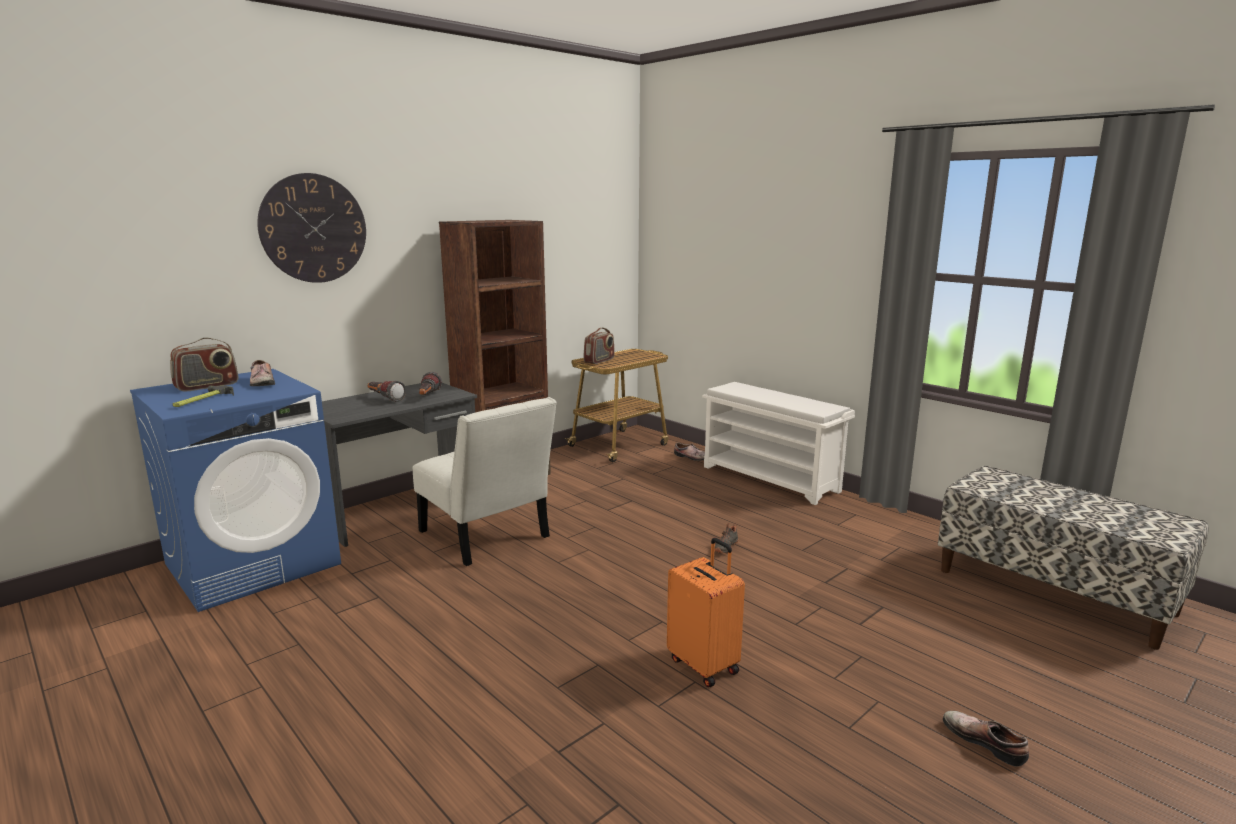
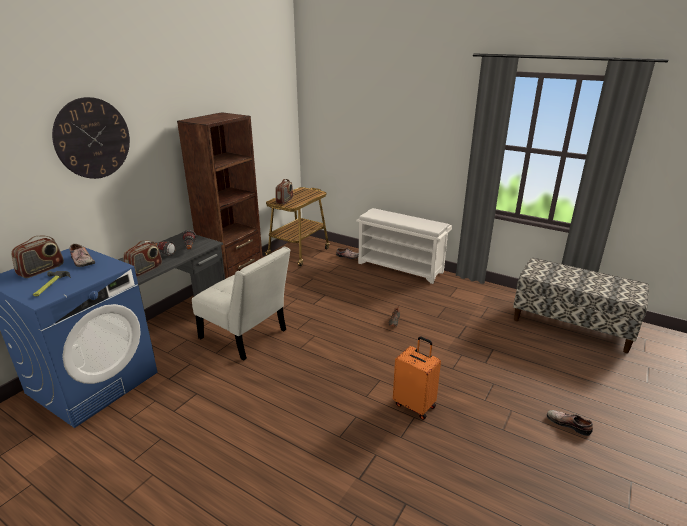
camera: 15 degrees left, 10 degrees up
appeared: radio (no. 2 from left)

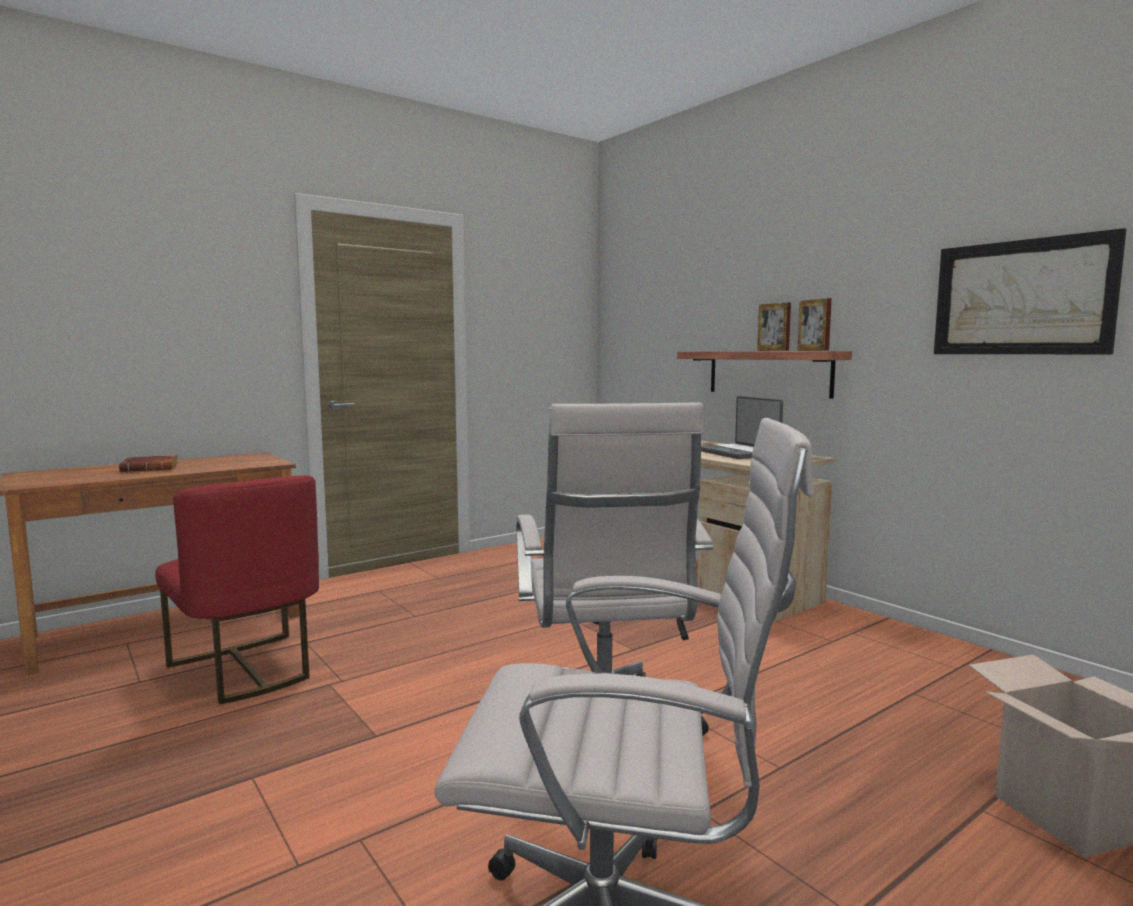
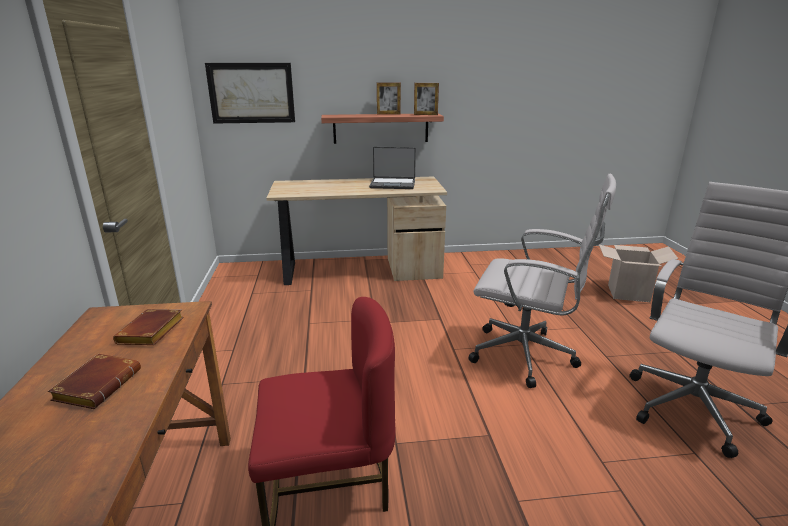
camera: 60 degrees left, 15 degrees up
appeared: książka [brązowy] (no. 2 from left)
relocated: obraz

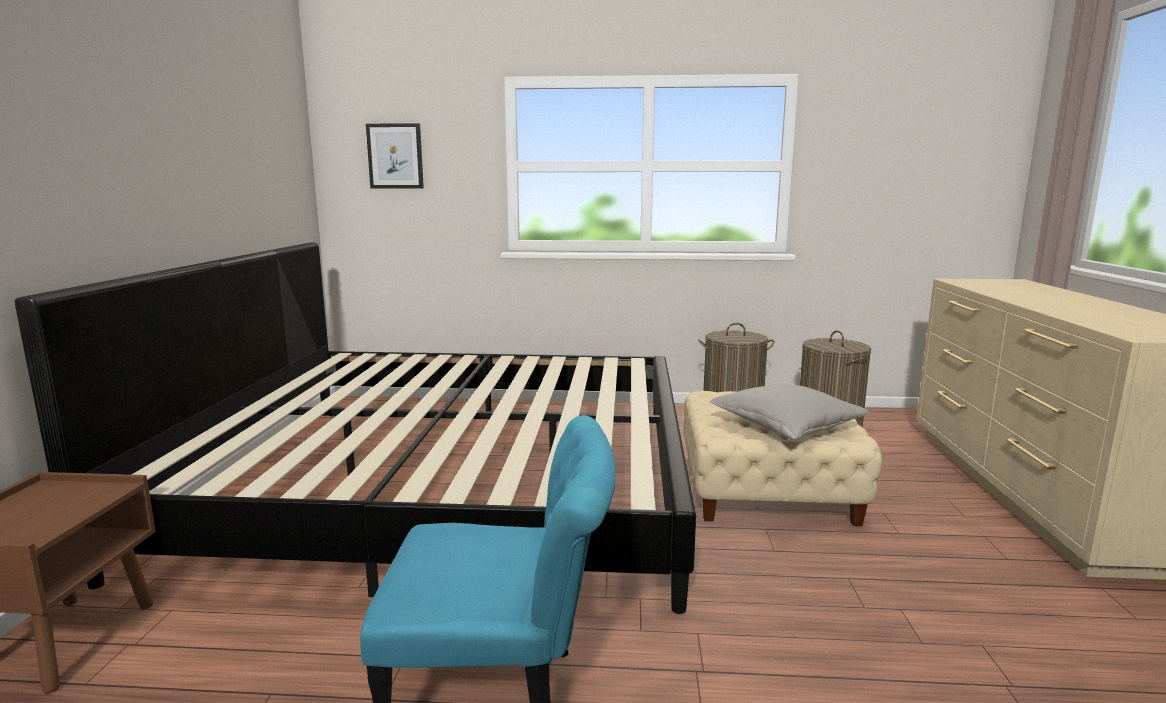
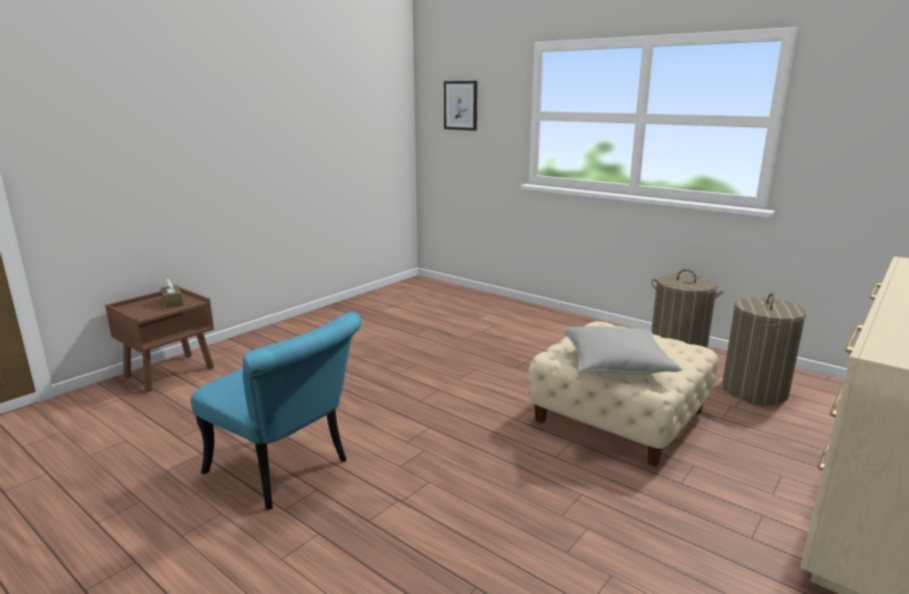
camera: 35 degrees right, 5 degrees up
missing: łóżko
appeared: pudełko chusteczek [brązowy]

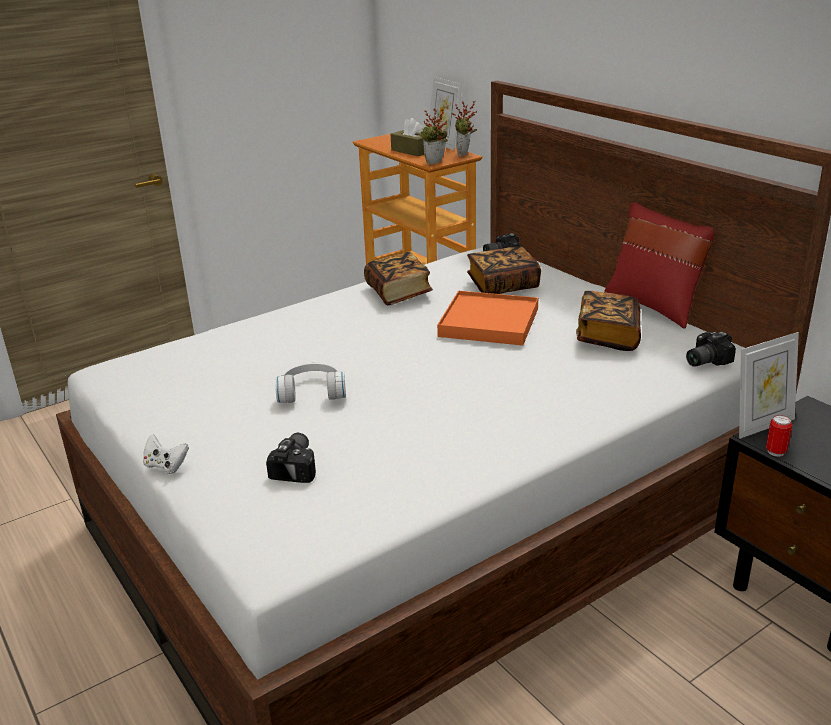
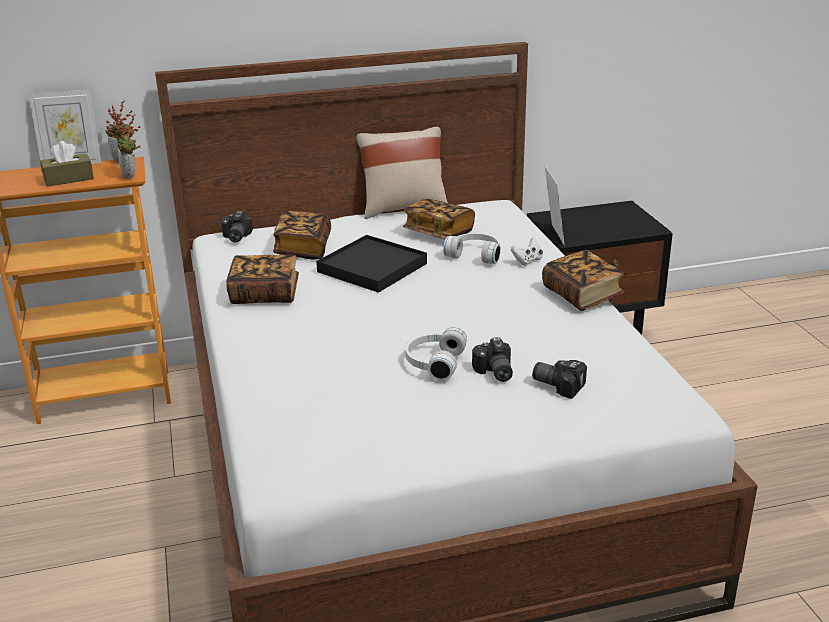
camera: 70 degrees left, 0 degrees up
missing: puszka
appeared: słuchawki [biały] (no. 2 from left); książka (no. 4 from left)
relocated: aparat fotograficzny (no. 3 from left in the first image) to aparat fotograficzny (no. 2 from left); pad do gier [biały]
colour: taca [pomarańczowy] to taca [czarny]; poduszka [czerwony] to poduszka [beżowy]

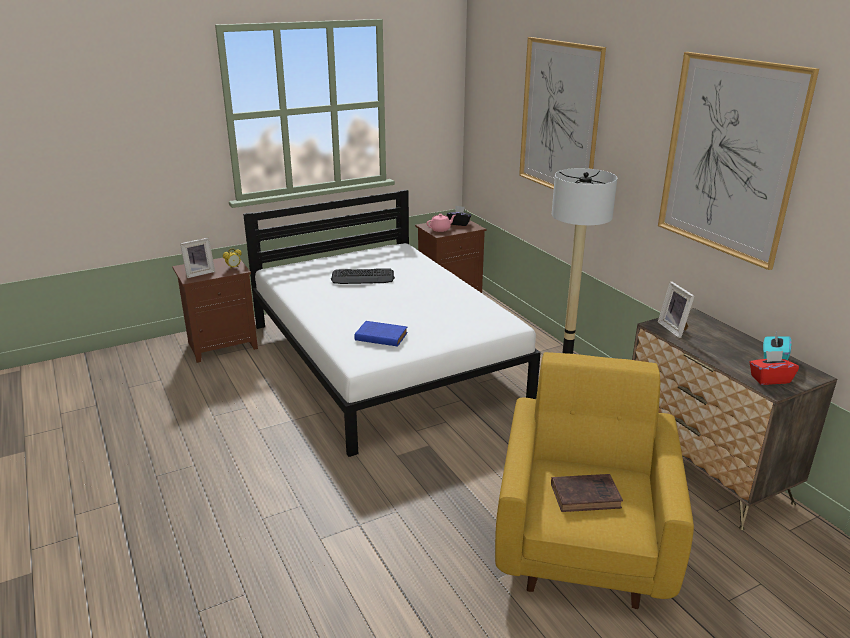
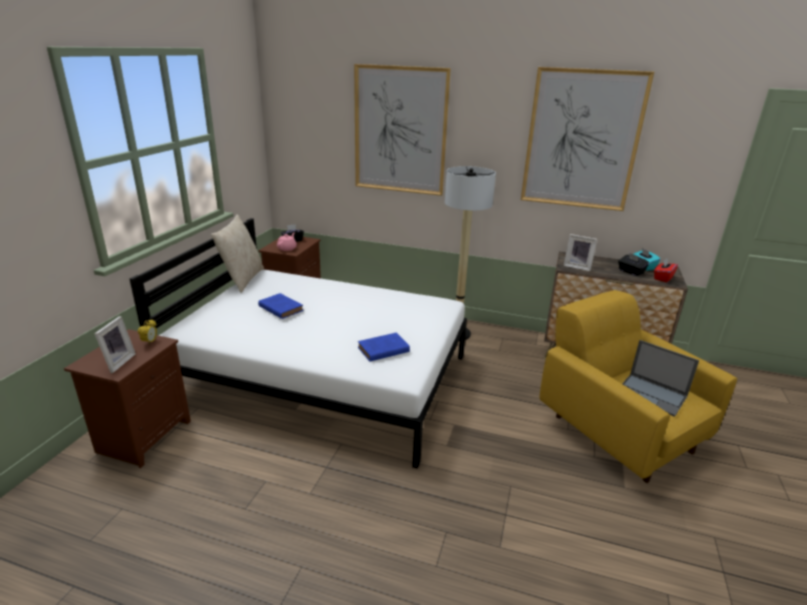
camera: 45 degrees left, 0 degrees up
appeared: poduszka [beżowy]; pudełko chusteczek [czarny] (no. 2 from left)
exchanged: klawiatura to książka [niebieski] (no. 1 from left); książka [brązowy] to laptop

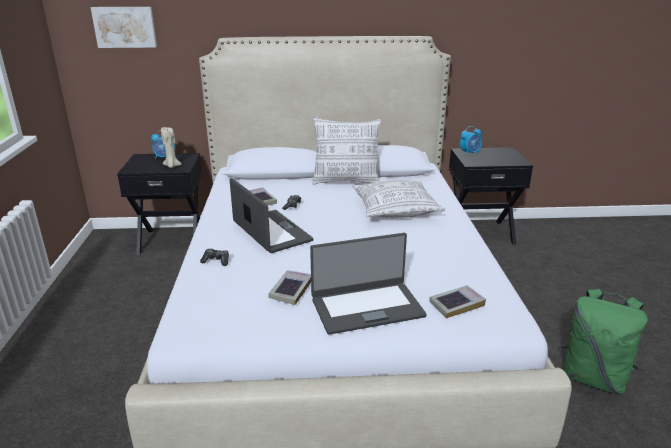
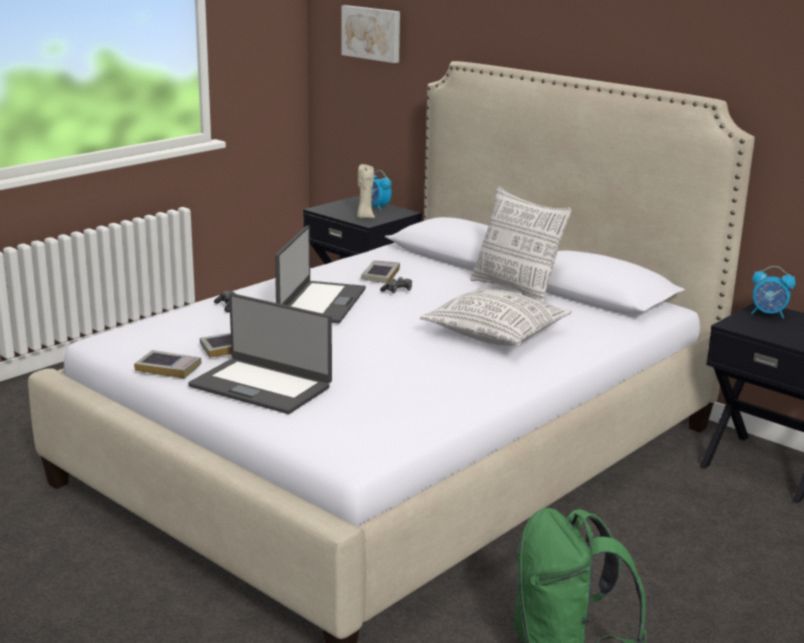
camera: 45 degrees right, 5 degrees down
relocated: książka (no. 3 from left in the first image) to książka (no. 1 from left)

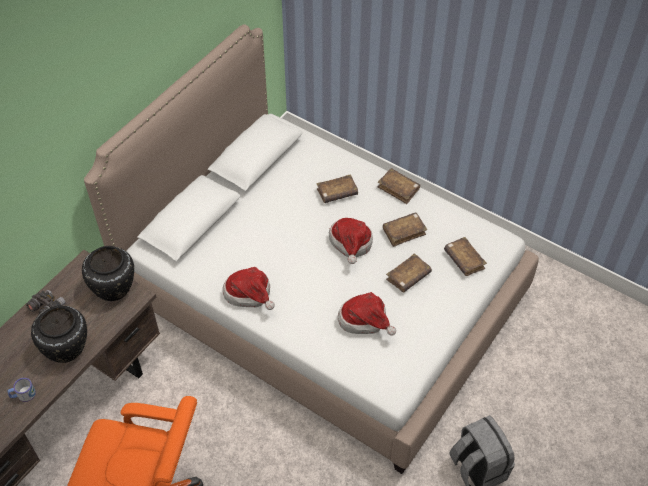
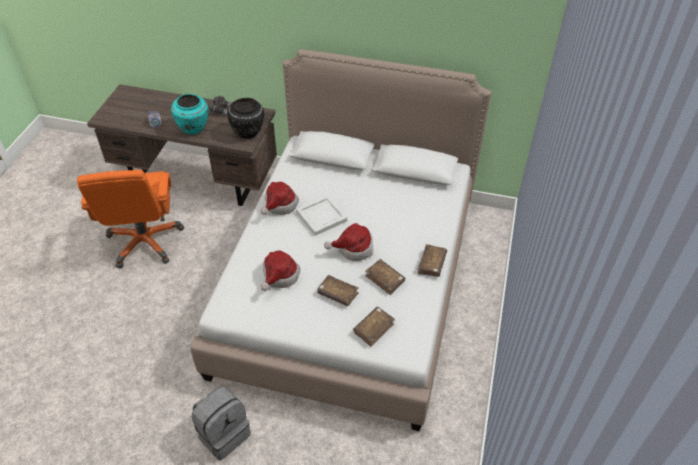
camera: 70 degrees right, 5 degrees down
missing: książka [brązowy] (no. 1 from left)
appeared: taca [biały]
colour: wazon [czarny] (no. 1 from left) to wazon [turkusowy]

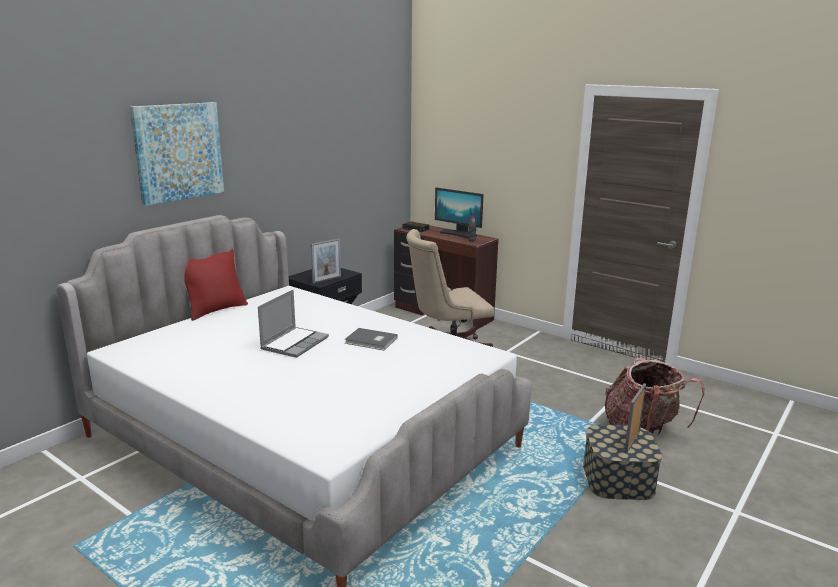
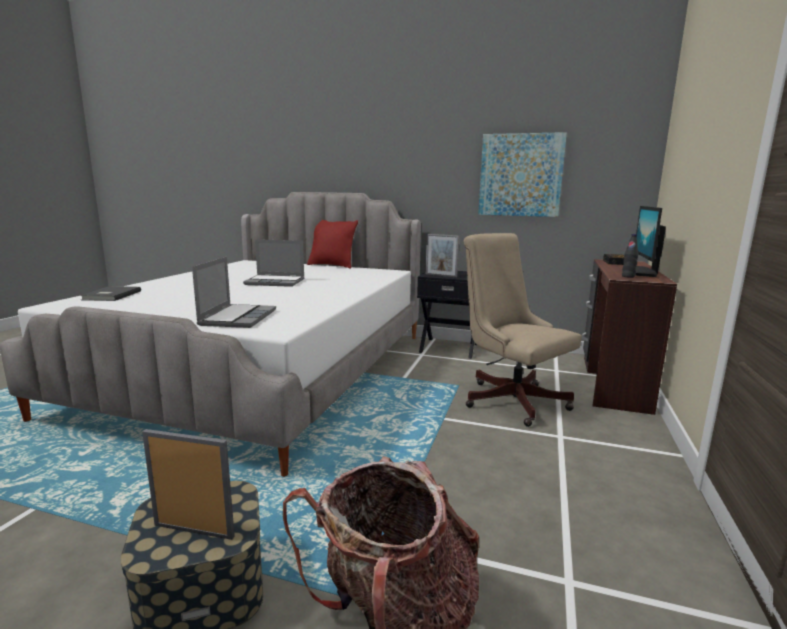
camera: 70 degrees right, 5 degrees down
appeared: laptop (no. 1 from left)
relocated: książka [szary]; obraz

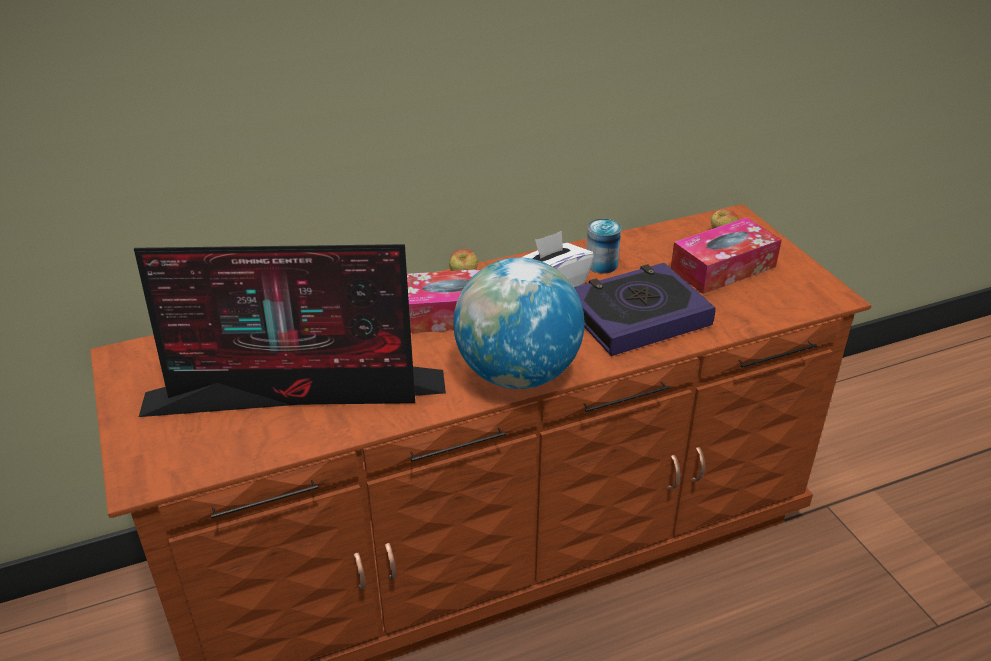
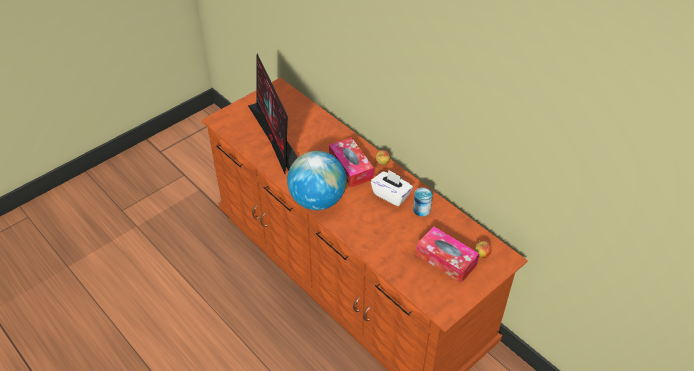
camera: 70 degrees right, 10 degrees up
missing: książka

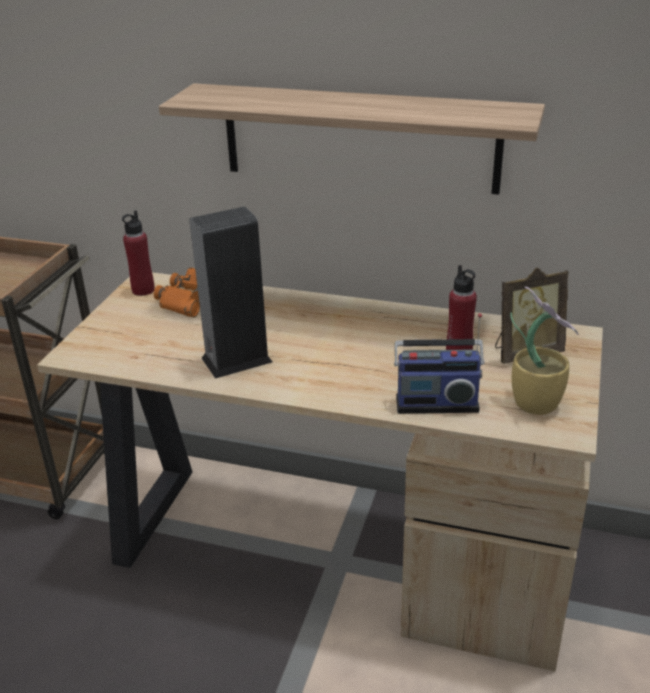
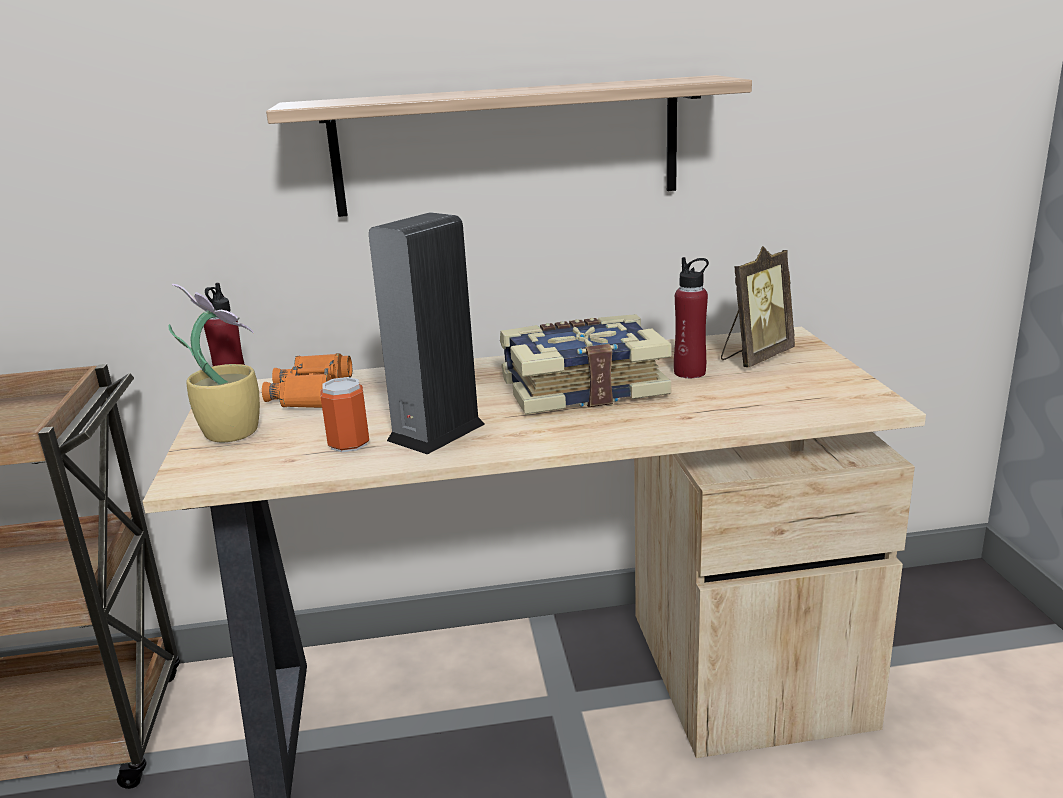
camera: 25 degrees left, 10 degrees down
missing: radio
appeared: puszka; książka
relocated: roślina doniczkowa

